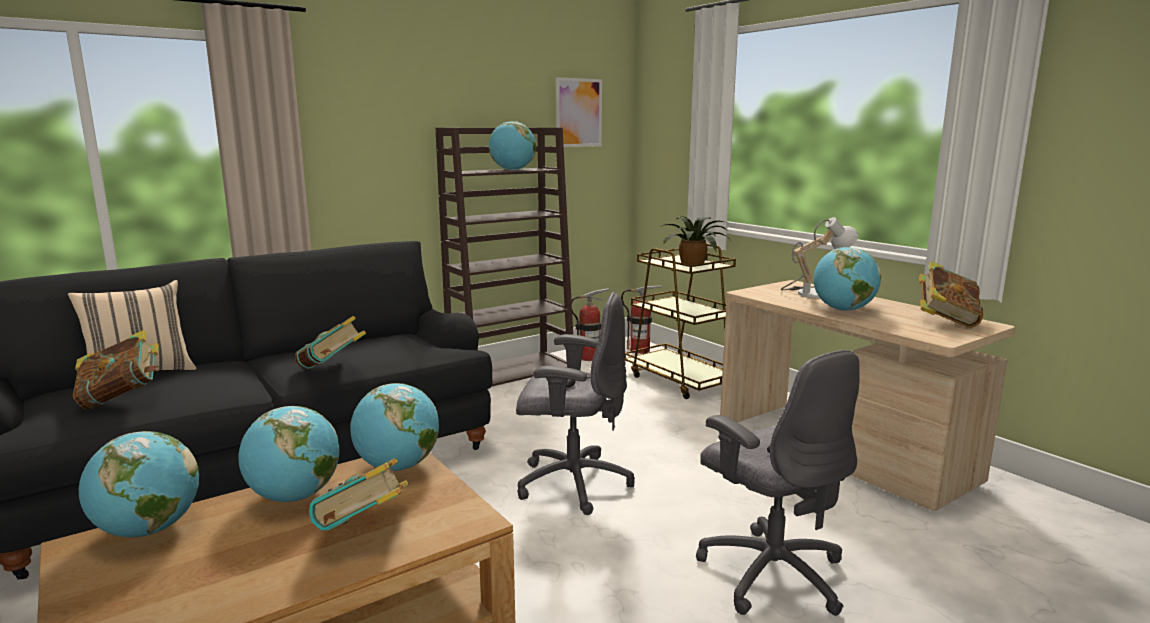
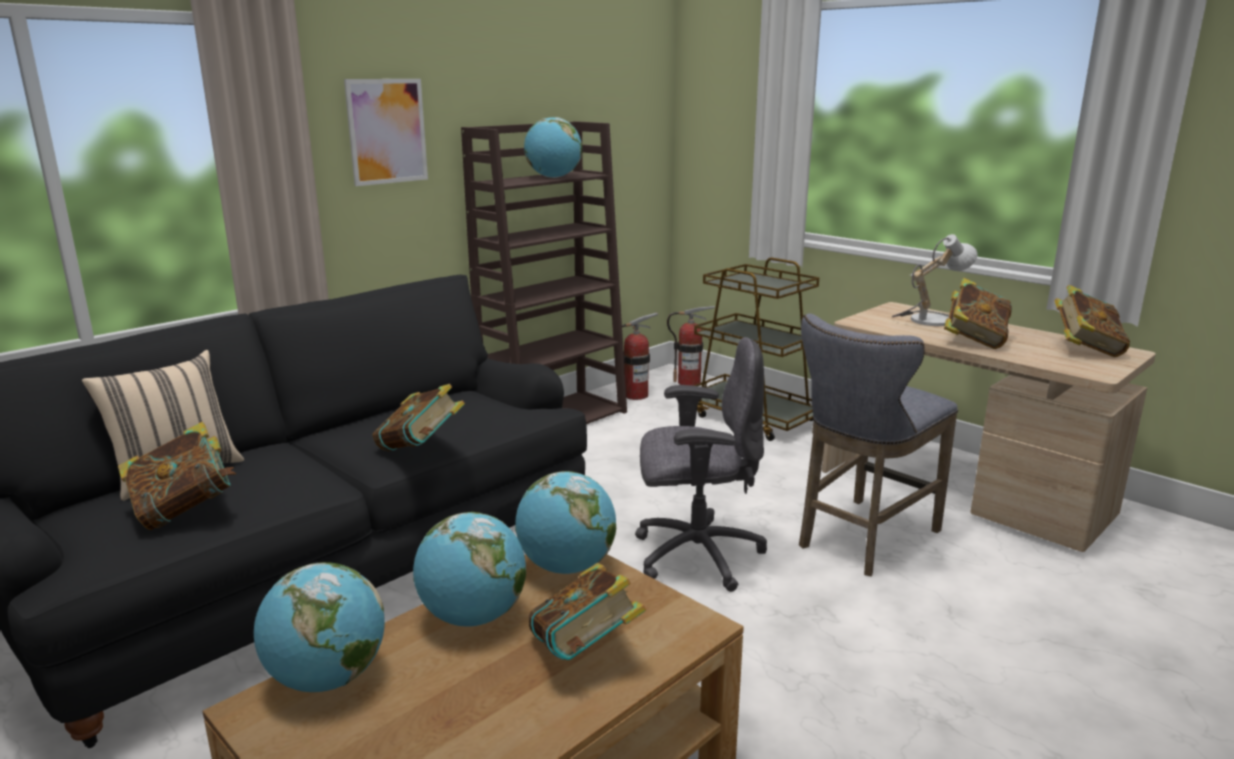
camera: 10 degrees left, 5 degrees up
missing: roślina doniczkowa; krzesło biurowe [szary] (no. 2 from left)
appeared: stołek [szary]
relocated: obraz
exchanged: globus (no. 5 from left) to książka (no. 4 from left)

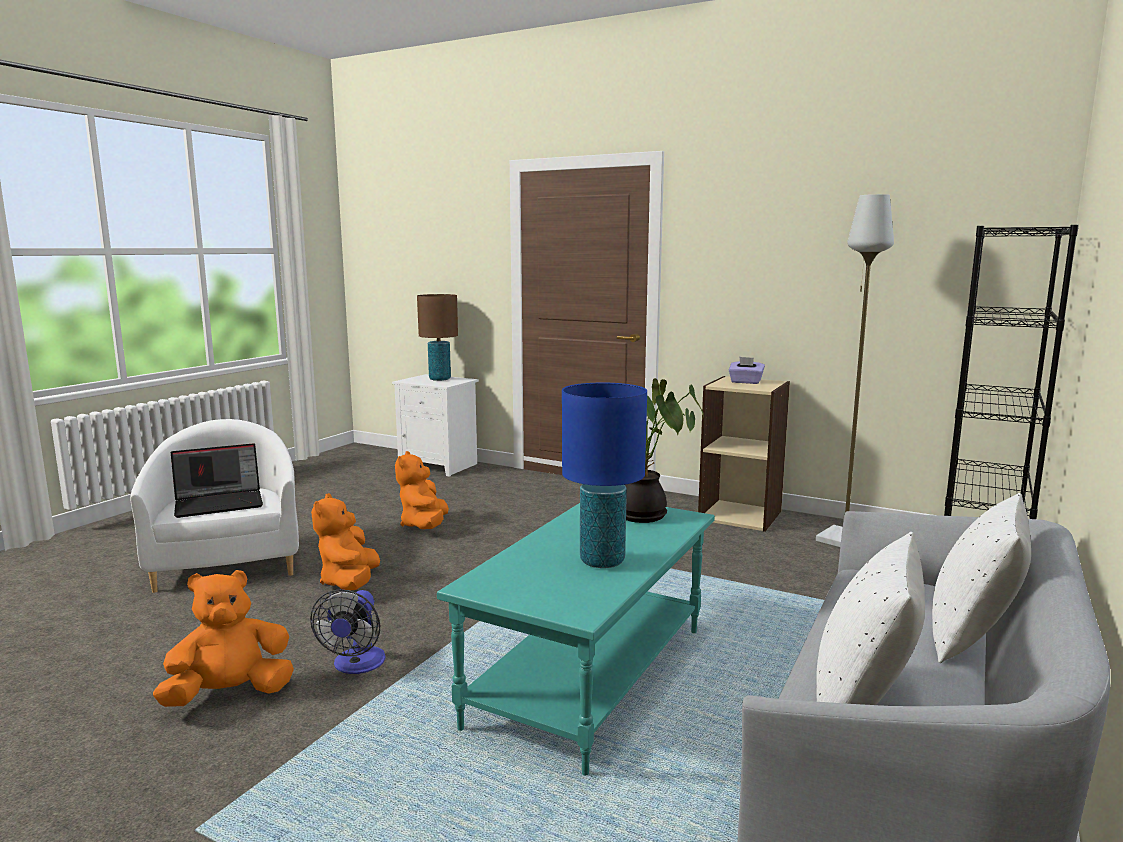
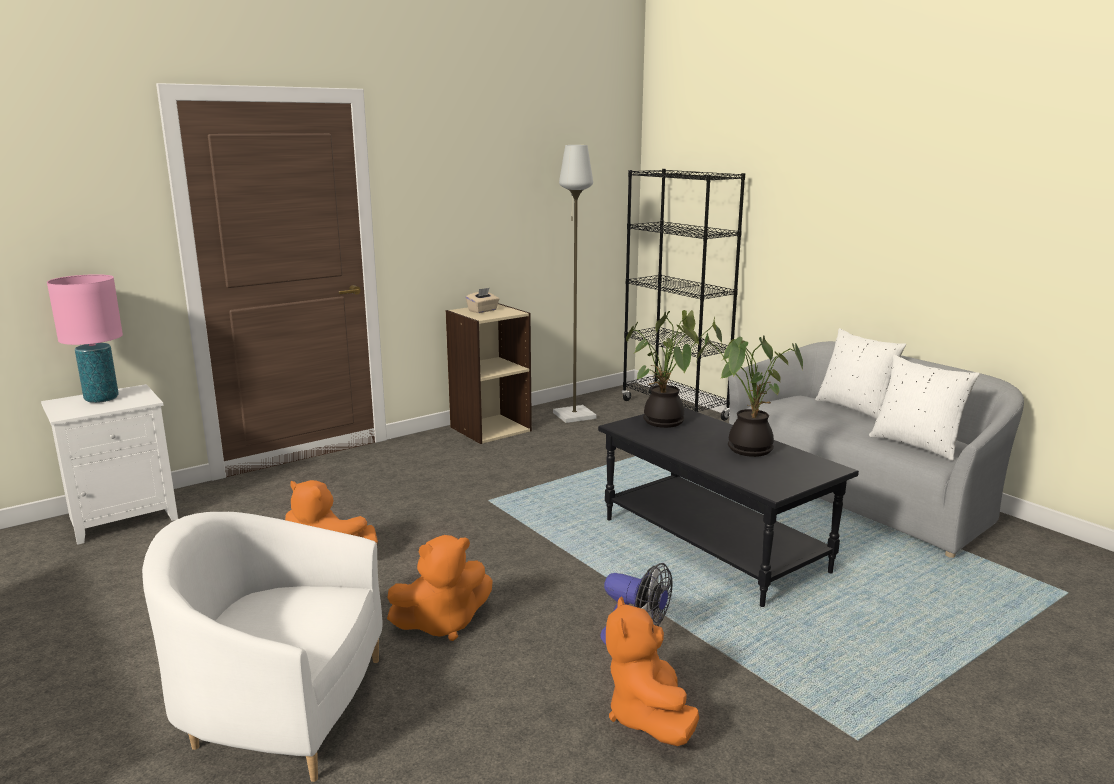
camera: 65 degrees left, 5 degrees up
missing: laptop
exchanged: lampa stołowa [niebieski] to roślina doniczkowa (no. 2 from left)
colour: lampa stołowa [brązowy] to lampa stołowa [różowy]; pudełko chusteczek [fioletowy] to pudełko chusteczek [beżowy]; ława [turkusowy] to ława [czarny]
spun: pluszak [pomarańczowy] (no. 2 from left) 45 degrees counterclockwise

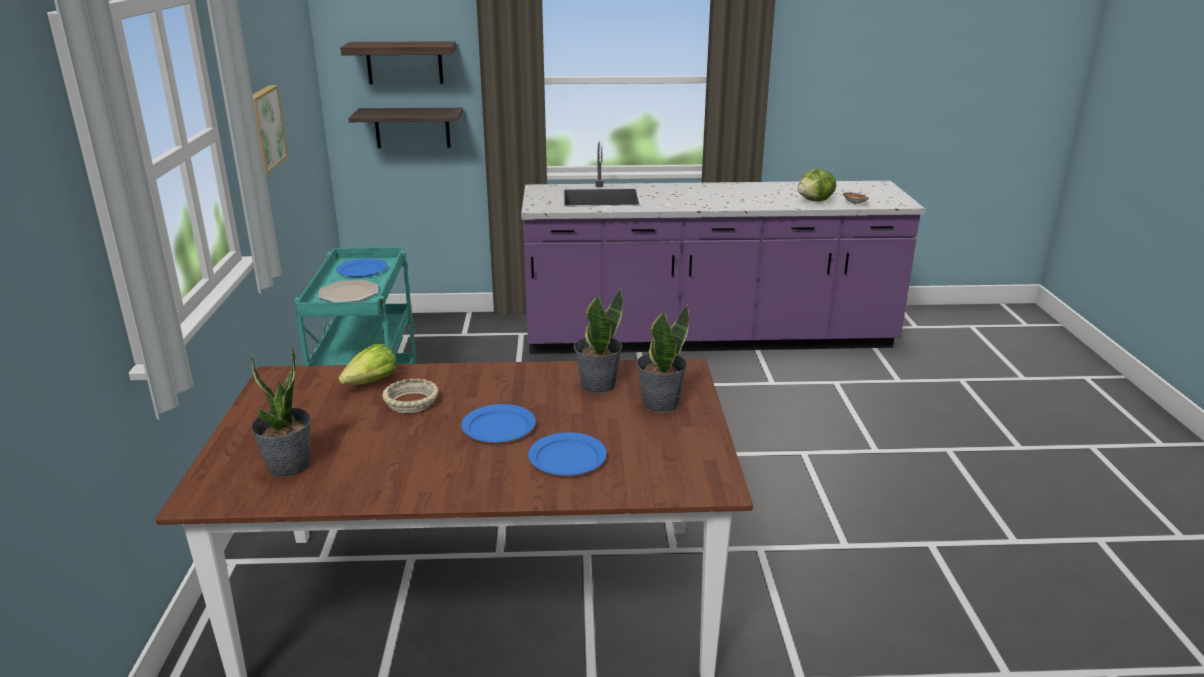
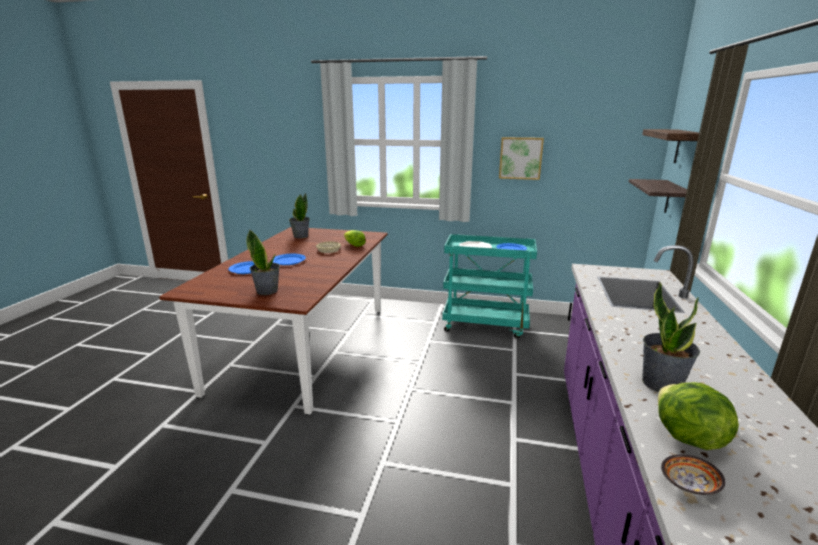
camera: 105 degrees right, 5 degrees down
relocated: roślina doniczkowa (no. 2 from left in the first image) to roślina doniczkowa (no. 3 from left)

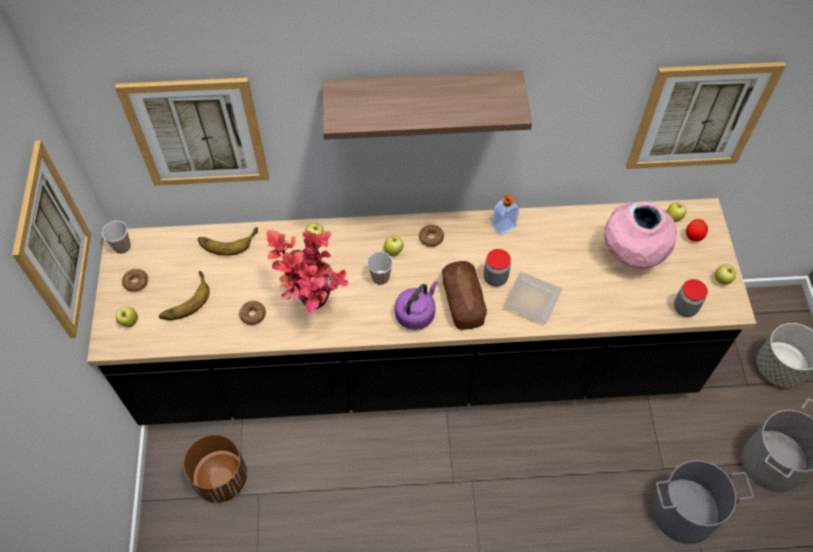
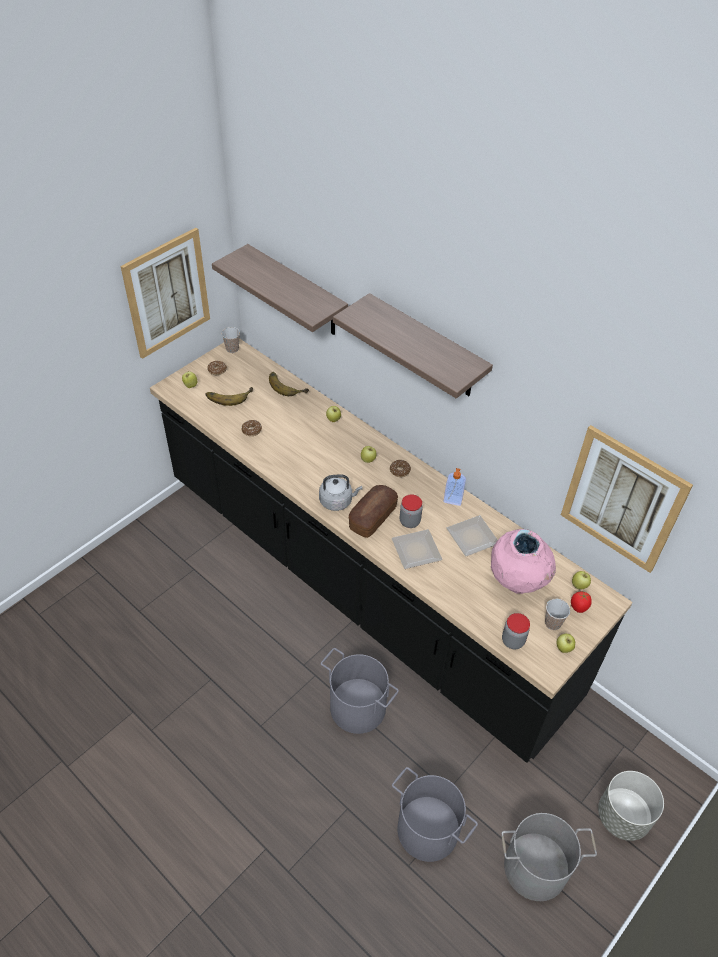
camera: 45 degrees right, 10 degrees down
missing: donica [brązowy]; roślina doniczkowa
appeared: wiadro [szary] (no. 1 from left); talerz (no. 2 from left)
relocated: filiżanka (no. 2 from left)
exchanged: obraz (no. 2 from left) to półka (no. 1 from left)
colour: czajnik [fioletowy] to czajnik [szary]

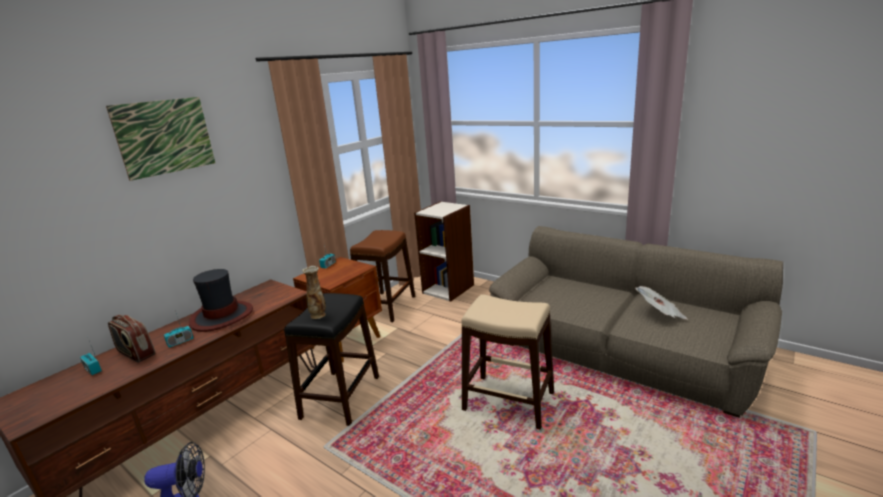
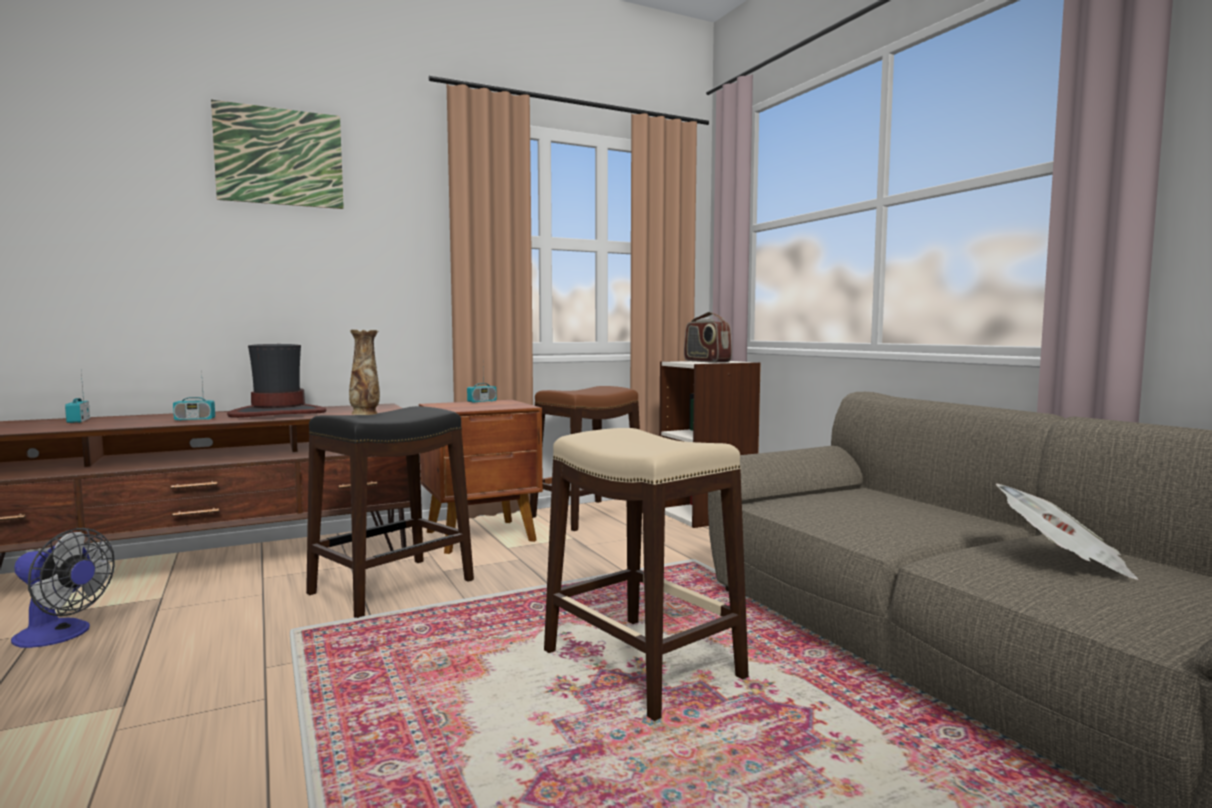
camera: 25 degrees right, 15 degrees down
relocated: radio (no. 2 from left in the first image) to radio (no. 4 from left)

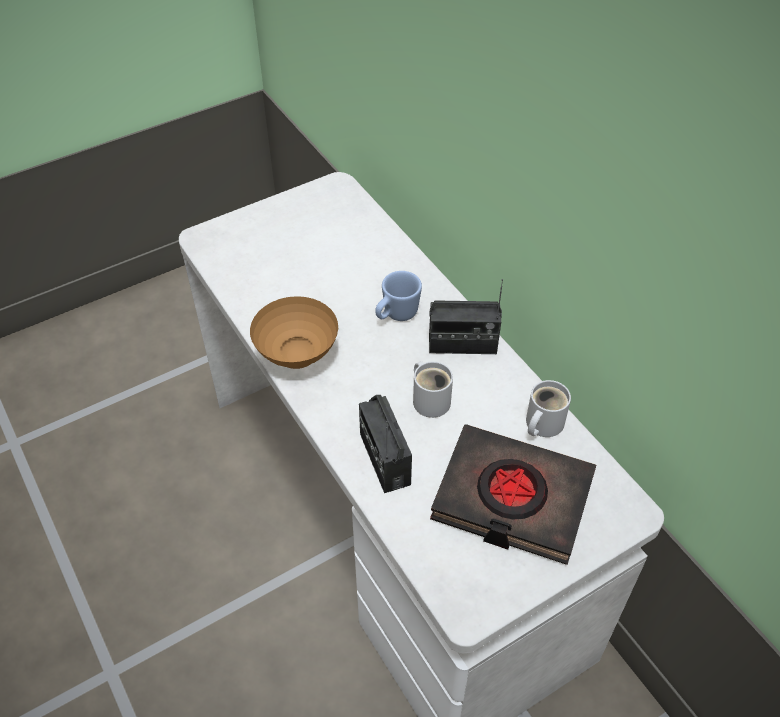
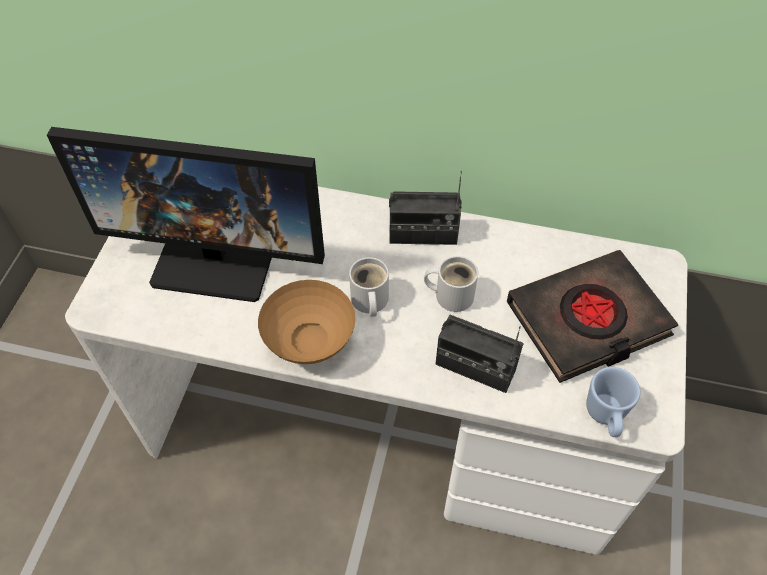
camera: 45 degrees left, 5 degrees up
appeared: monitor
relocated: kubek [biały] (no. 2 from left in the first image) to kubek [biały] (no. 1 from left); kubek [niebieski]
spun: radio (no. 2 from left in the first image) 45 degrees clockwise

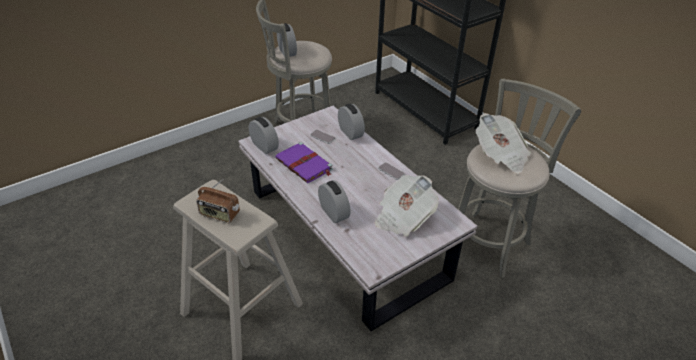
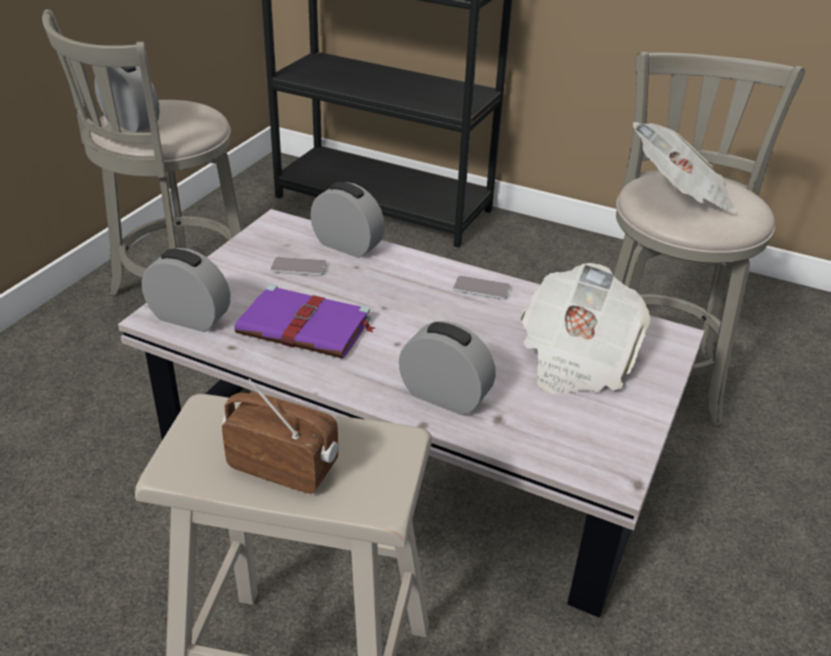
camera: 30 degrees left, 5 degrees down
spun: radio 150 degrees counterclockwise

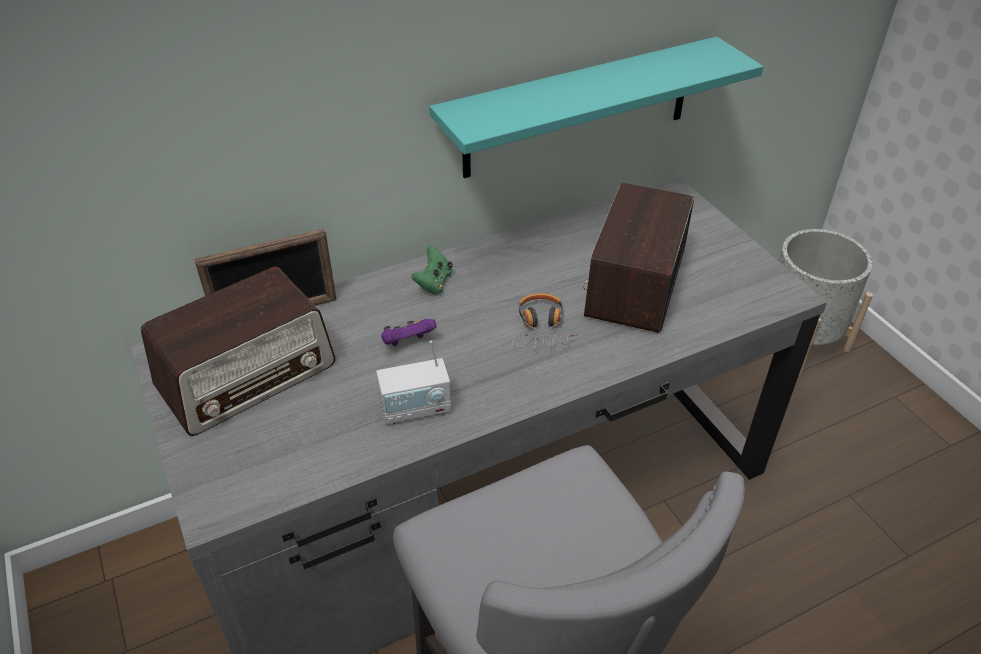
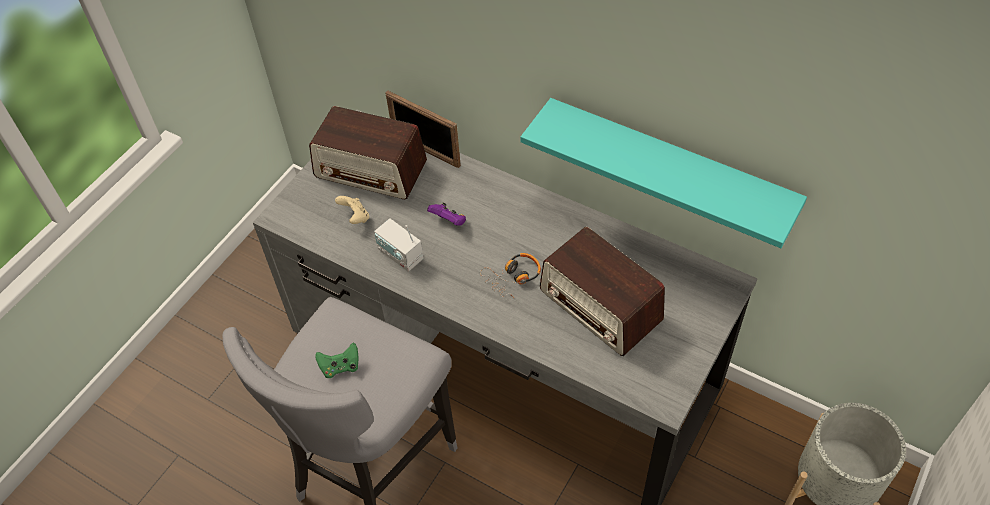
camera: 60 degrees right, 10 degrees up
appeared: pad do gier [beżowy]
relocated: pad do gier [zielony]
spun: radio (no. 3 from left) 120 degrees counterclockwise

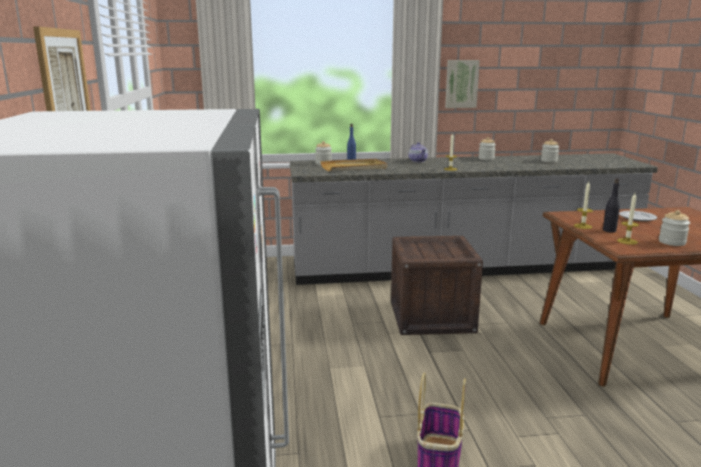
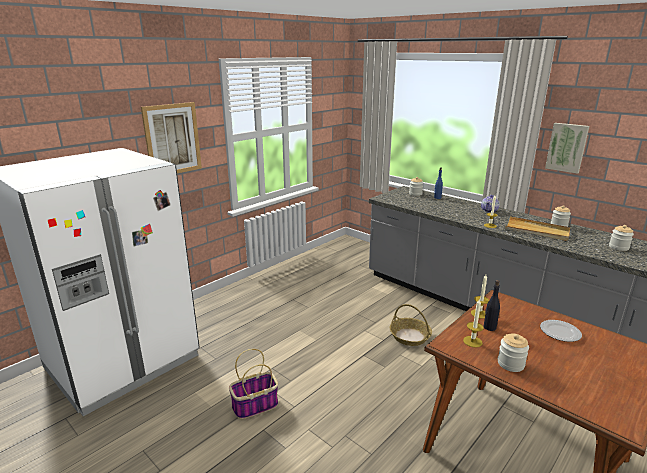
camera: 50 degrees right, 5 degrees up
relocated: taca [beżowy]
exchanged: skrzynka to koszyk (no. 2 from left)

